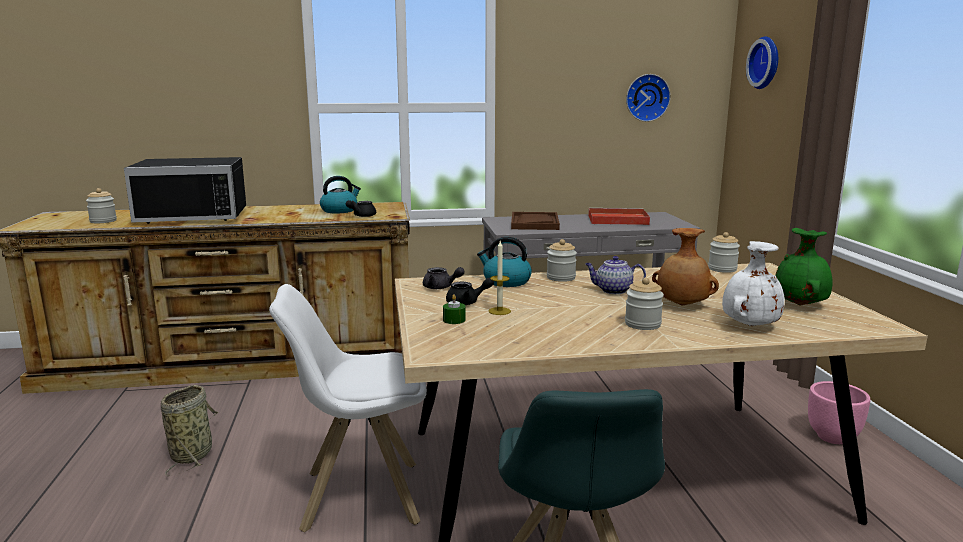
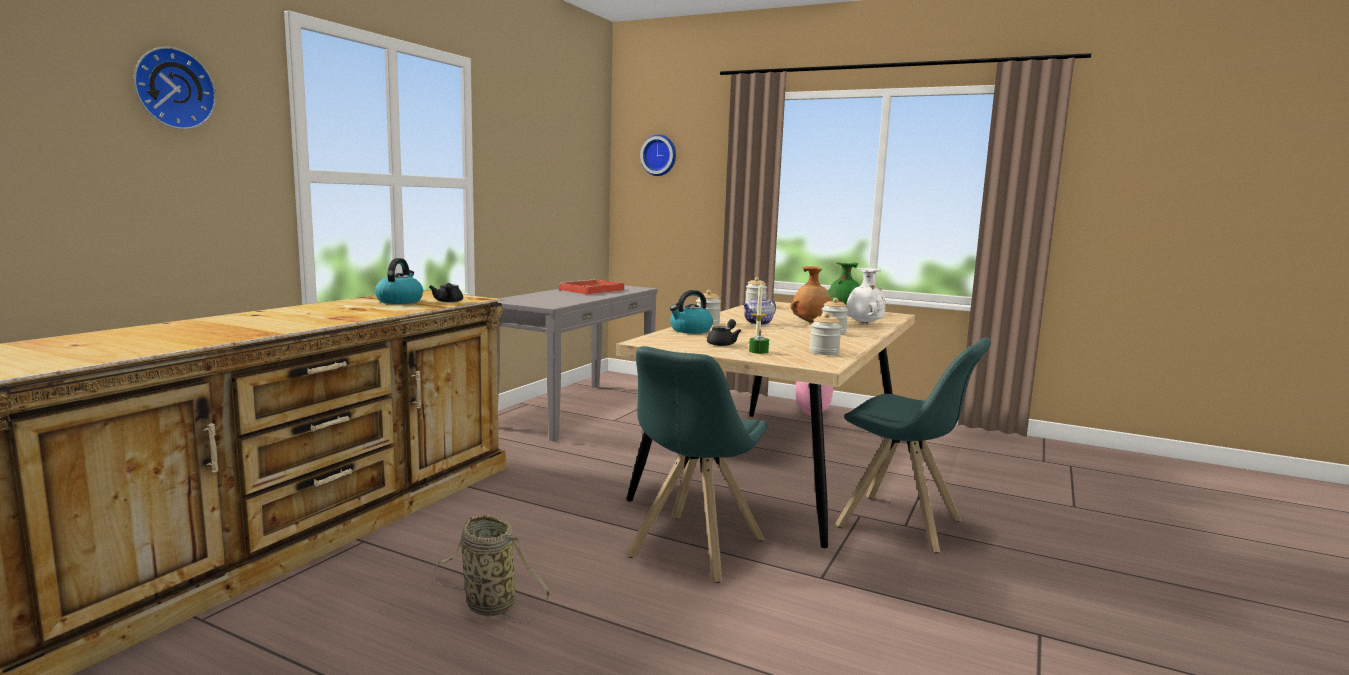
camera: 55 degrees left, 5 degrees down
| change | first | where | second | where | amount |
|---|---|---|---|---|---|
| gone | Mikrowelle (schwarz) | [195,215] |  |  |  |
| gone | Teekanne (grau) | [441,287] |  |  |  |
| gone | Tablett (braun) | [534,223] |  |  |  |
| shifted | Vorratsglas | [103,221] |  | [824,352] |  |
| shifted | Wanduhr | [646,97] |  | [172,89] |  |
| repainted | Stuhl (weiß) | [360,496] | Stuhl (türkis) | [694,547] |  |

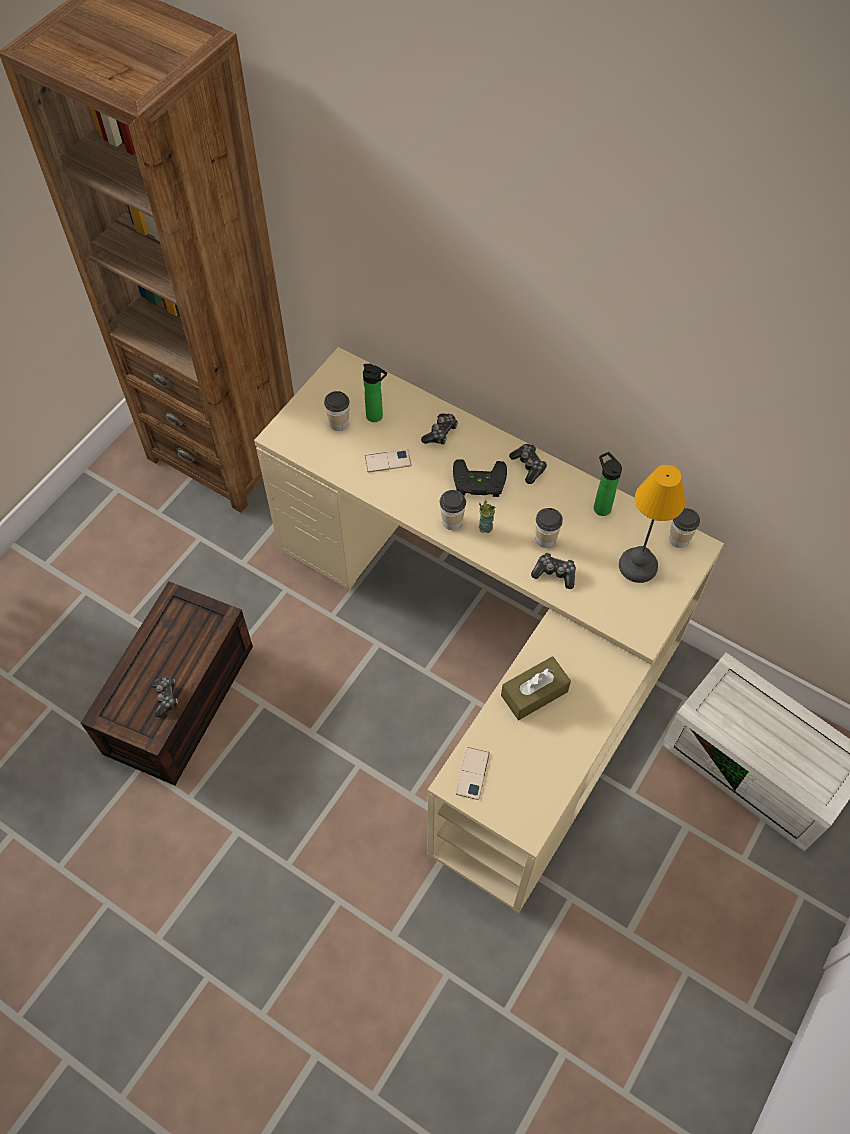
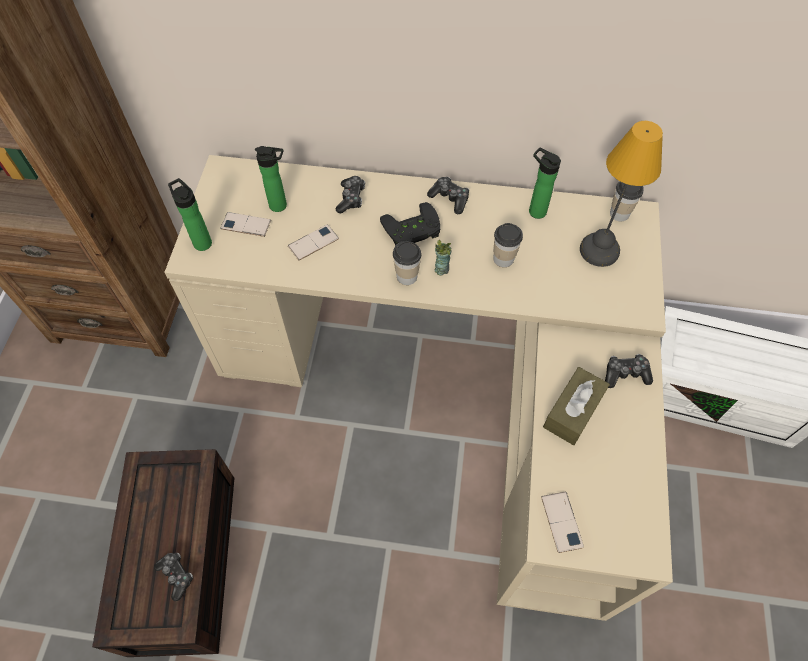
camera: 25 degrees left, 0 degrees up
| change | first | where | second | where | amount |
|---|---|---|---|---|---|
| new |  |  | Flasche | [201,241] |  |
| shifted | Gamepad | [554,573] |  | [625,374] |  |
| swapped | Tasse | [339,423] | Handy | [246,225] |  |

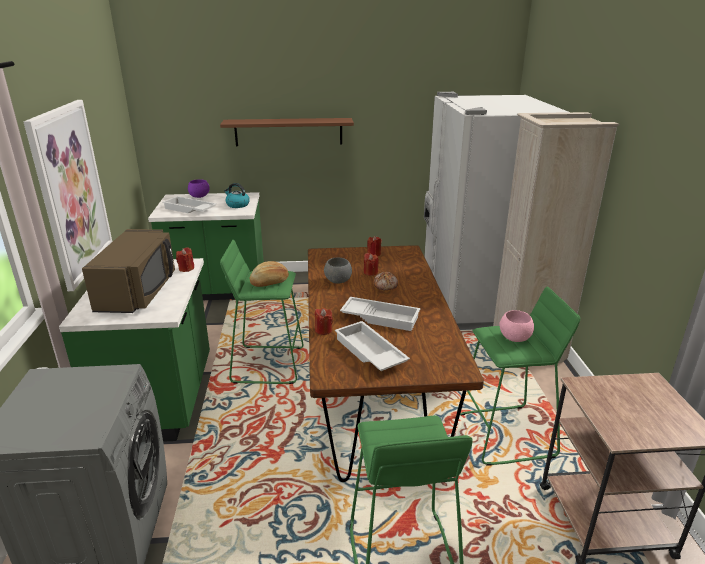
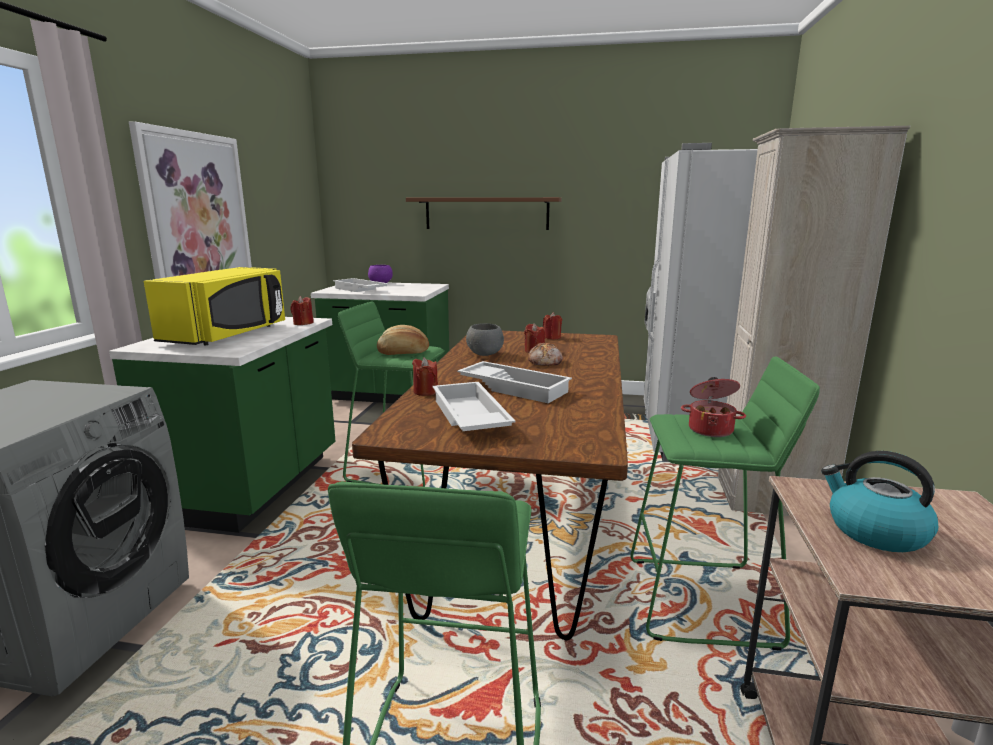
camera: 15 degrees right, 10 degrees down
| change | first | where | second | where | amount |
|---|---|---|---|---|---|
| shifted | Wasserkessel | [237,205] |  | [874,531] |  |
| swapped | Schüssel (rosa) | [514,338] | Kochtopf | [710,429] |  |
| repainted | Mikrowelle (braun) | [139,292] | Mikrowelle (gelb) | [229,334] |  |

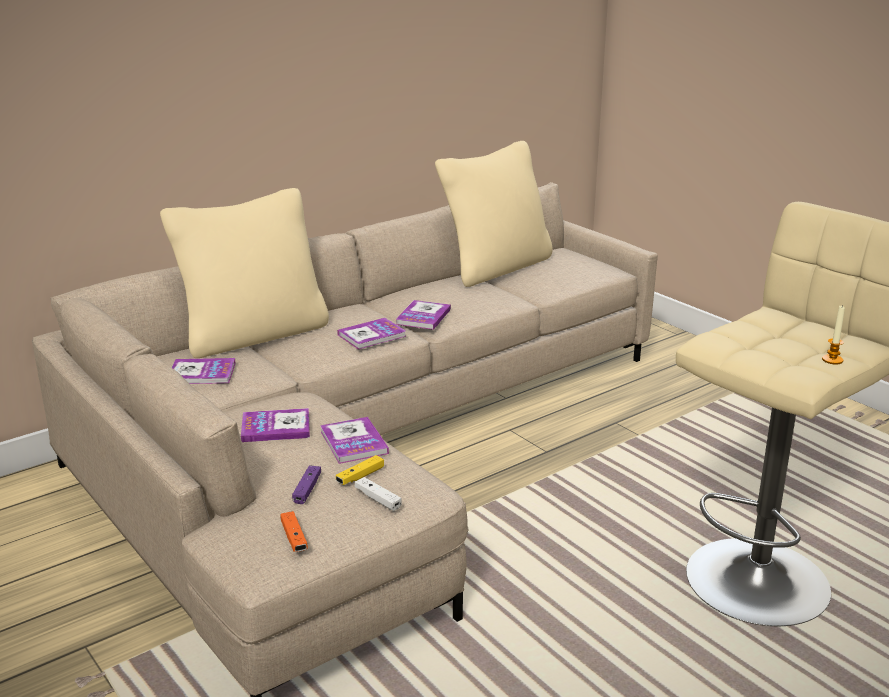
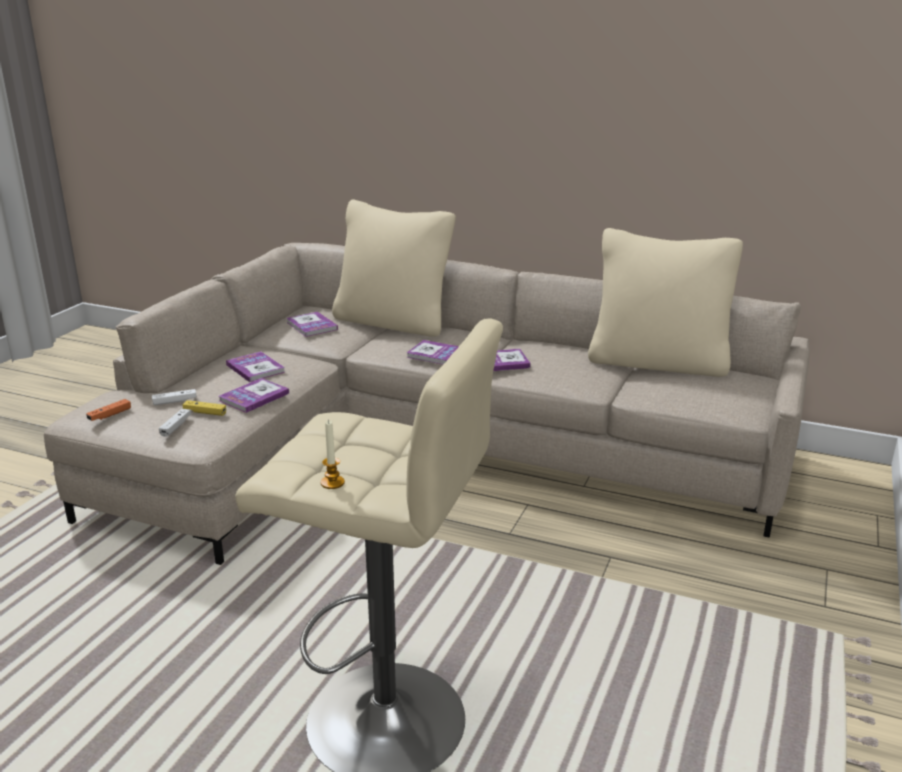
camera: 60 degrees right, 0 degrees up
| change | first | where | second | where | amount |
|---|---|---|---|---|---|
| repainted | Gamepad (lila) | [307,489] | Gamepad (weiß) | [175,401] |  |

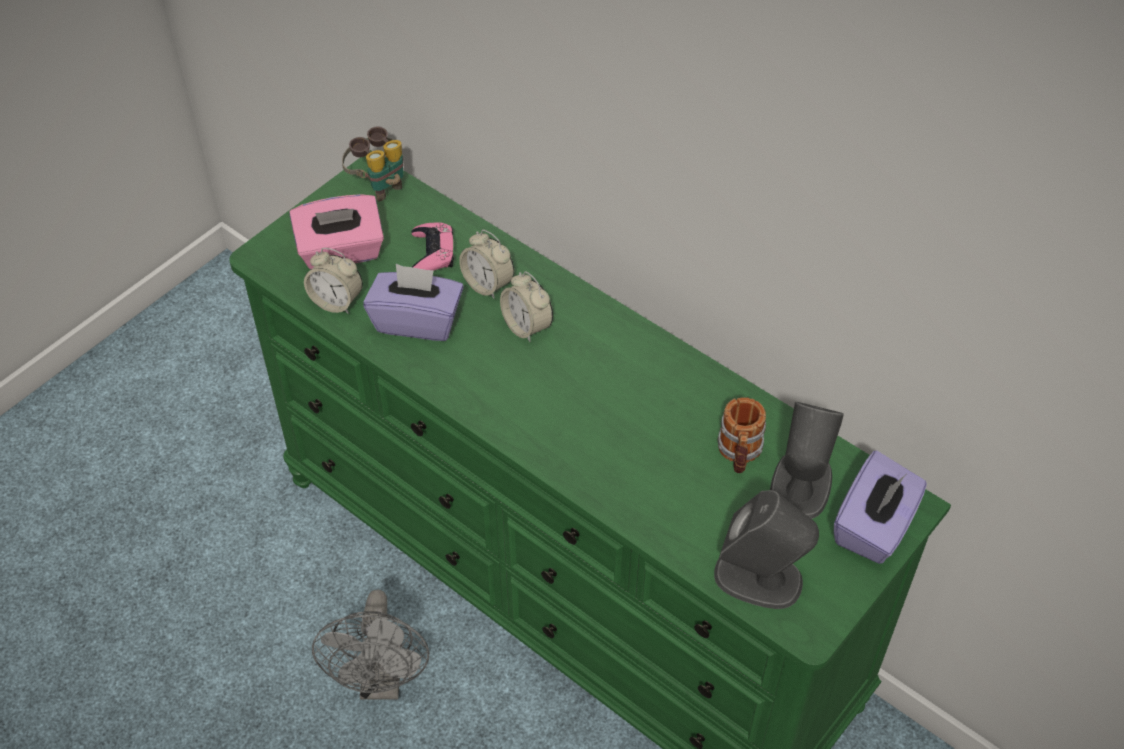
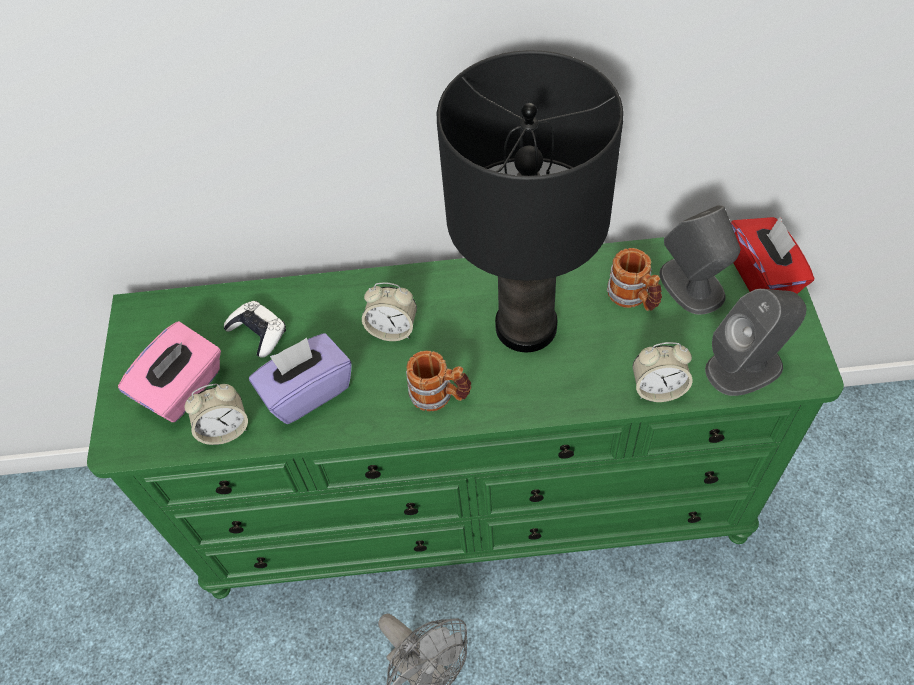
camera: 40 degrees left, 5 degrees up
| change | first | where | second | where | amount |
|---|---|---|---|---|---|
| gone | Fernglas | [379,185] |  |  |  |
| new |  |  | Henkelbecher | [440,395] |  |
| new |  |  | Tischlampe (schwarz) | [527,327] |  |
| shifted | Wecker | [488,284] |  | [657,388] |  |
| repainted | Gamepad (rosa) | [433,253] | Gamepad (weiß) | [258,332] |  |
| repainted | Taschentuchbox (lila) | [874,527] | Taschentuchbox (rot) | [762,275] |  |

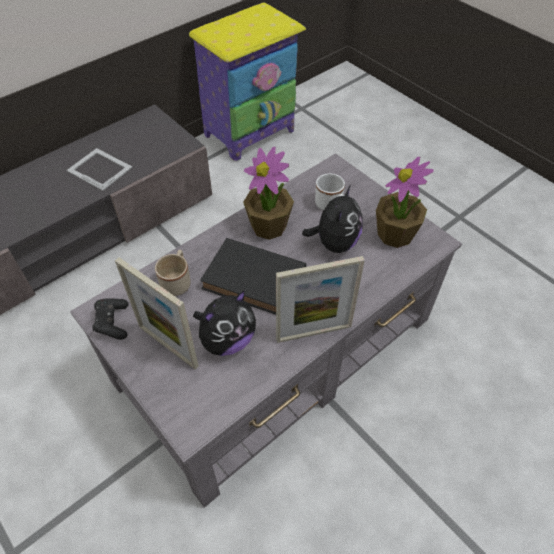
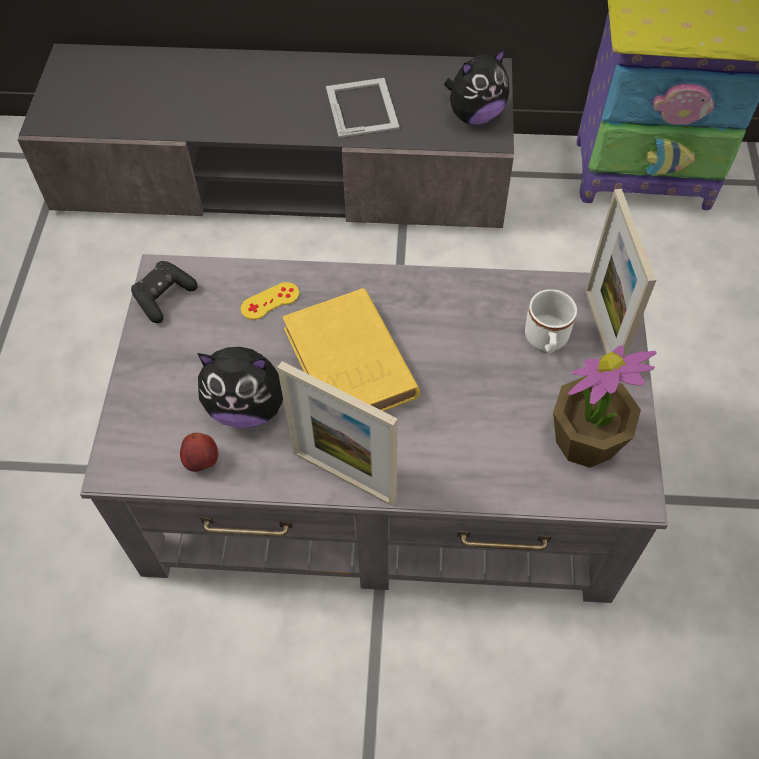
camera: 45 degrees right, 5 degrees up
| change | first | where | second | where | amount |
|---|---|---|---|---|---|
| gone | Topfpflanze | [269,226] |  |  |  |
| new |  |  | Apfel | [202,461] |  |
| shifted | Bilderrahmen | [168,346] |  | [601,331] |  |
| shifted | Plüschtier | [334,243] |  | [475,115] |  |
| swapped | Henkelbecher (beige) | [177,281] | Gamepad (gelb) | [270,301] |  |
| repainted | Buch (schwarz) | [257,280] | Buch (gelb) | [351,366] |  |

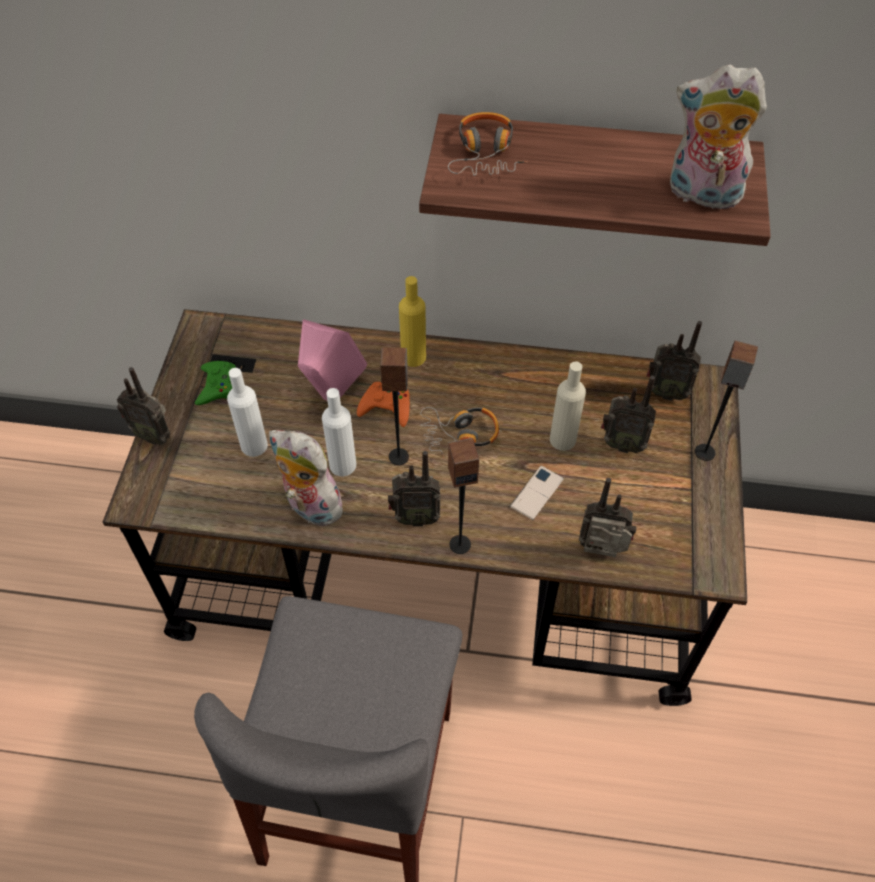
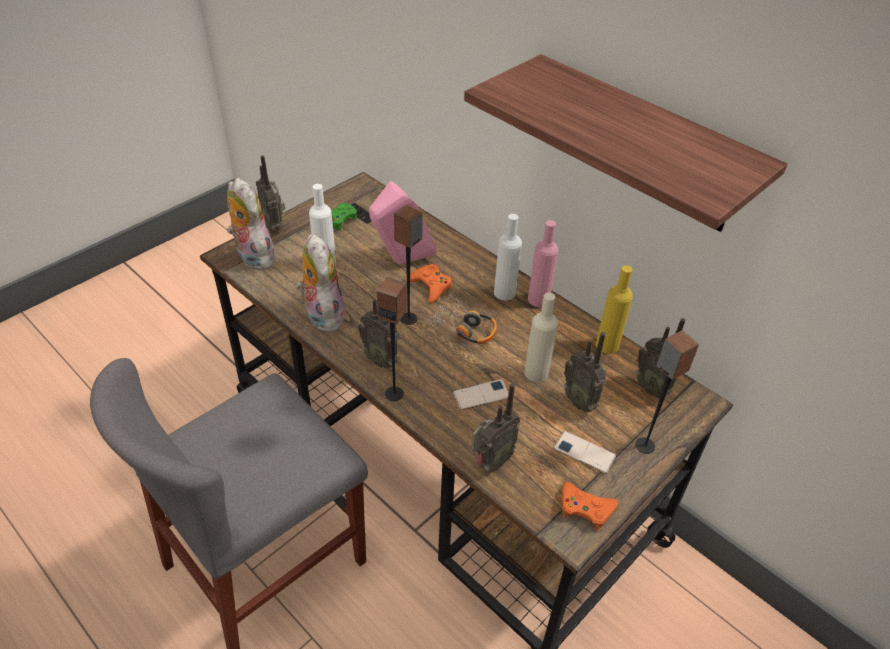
camera: 35 degrees right, 10 degrees down
| change | first | where | second | where | amount |
|---|---|---|---|---|---|
| gone | Kopfhörer | [485,154] |  |  |  |
| new |  |  | Flasche (rosa) | [538,299] |  |
| new |  |  | Handy | [584,452] |  |
| new |  |  | Gamepad (orange) | [585,508] |  |
| shifted | Flasche (weiß) | [342,465] |  | [504,293] |  |
| shifted | Flasche (gelb) | [413,357] |  | [607,345] |  |
| shifted | Plüschtier | [701,195] |  | [252,257] |  |
| rotated | Radio | [601,554] |  | [490,463] | 90 degrees clockwise |

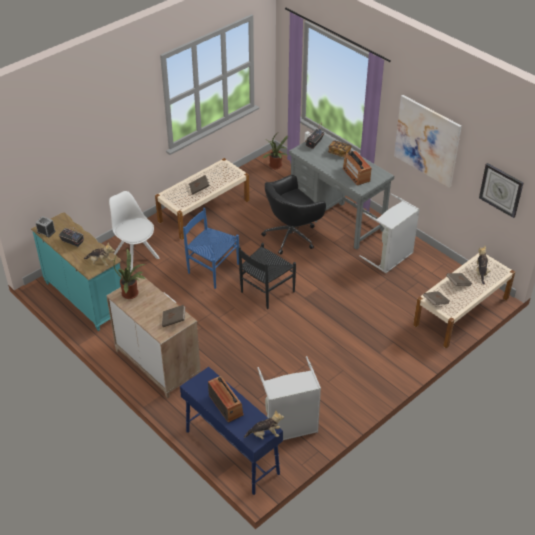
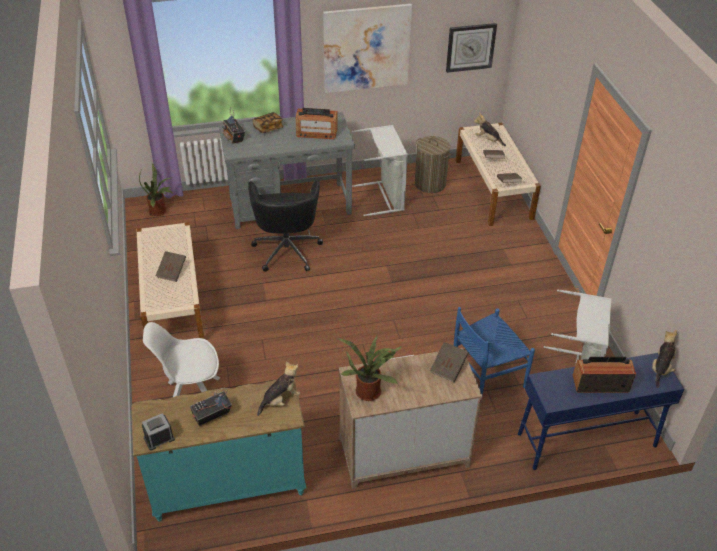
camera: 60 degrees left, 0 degrees up
| change | first | where | second | where | amount |
|---|---|---|---|---|---|
| gone | Stuhl (schwarz) | [266,291] |  |  |  |
| new |  |  | Wäschekorb | [430,183] |  |
| shifted | Stuhl (blau) | [212,269] |  | [486,375] |  |

